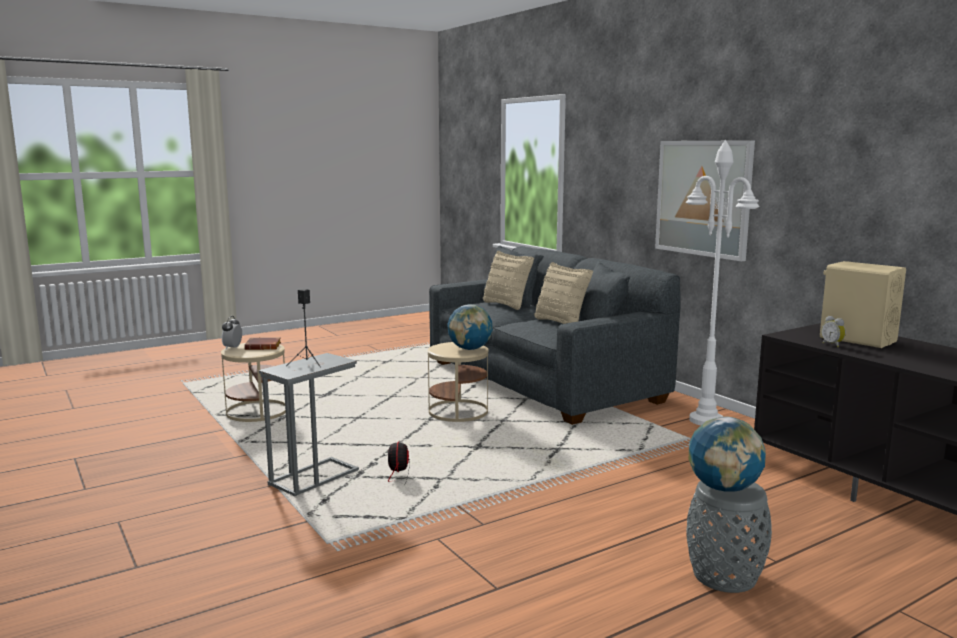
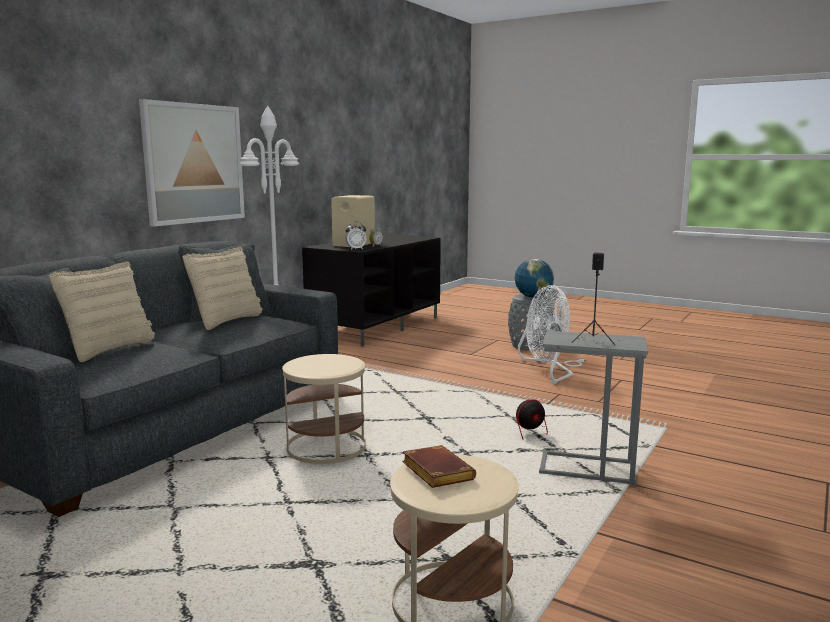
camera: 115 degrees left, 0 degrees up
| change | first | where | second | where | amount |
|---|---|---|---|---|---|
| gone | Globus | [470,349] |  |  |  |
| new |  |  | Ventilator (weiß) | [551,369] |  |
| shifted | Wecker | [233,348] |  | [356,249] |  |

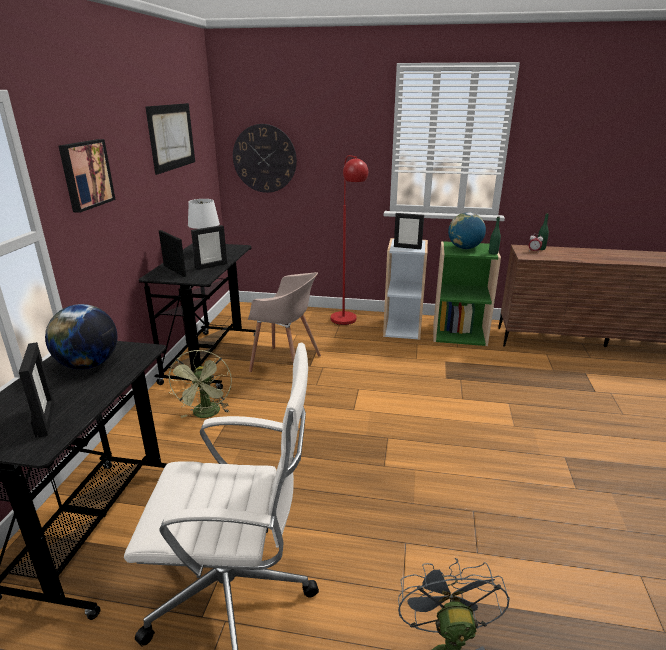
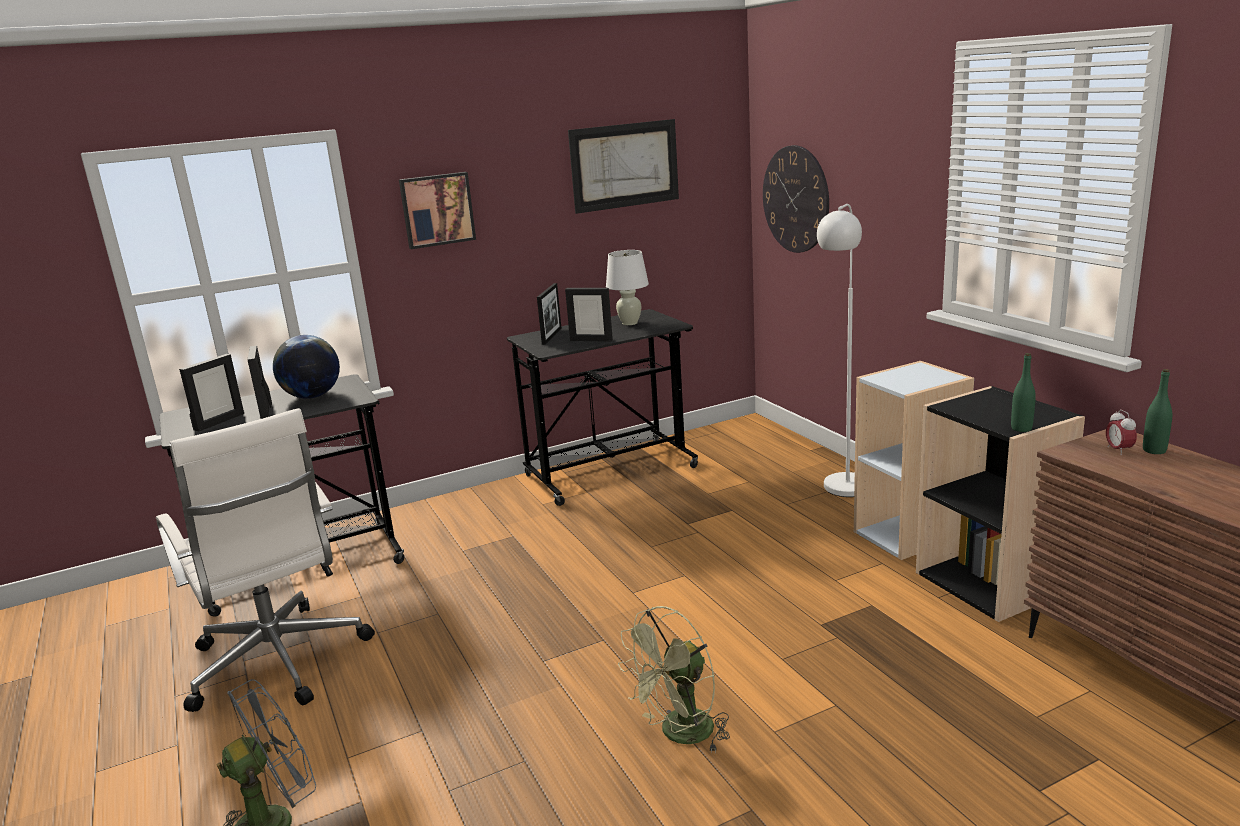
camera: 55 degrees right, 5 degrees down
| change | first | where | second | where | amount |
|---|---|---|---|---|---|
| gone | Stuhl (beige) | [286,364] |  |  |  |
| gone | Globus | [464,248] |  |  |  |
| shifted | Ventilator (grün) | [206,414] |  | [680,735] |  |
| shifted | Bilderrahmen | [407,247] |  | [266,411] |  |
| repainted | Stehlampe (rot) | [347,322] | Stehlampe (weiß) | [843,493] |  |
| repainted | Bücherregal (grün) | [460,334] | Bücherregal (schwarz) | [990,583] |  |

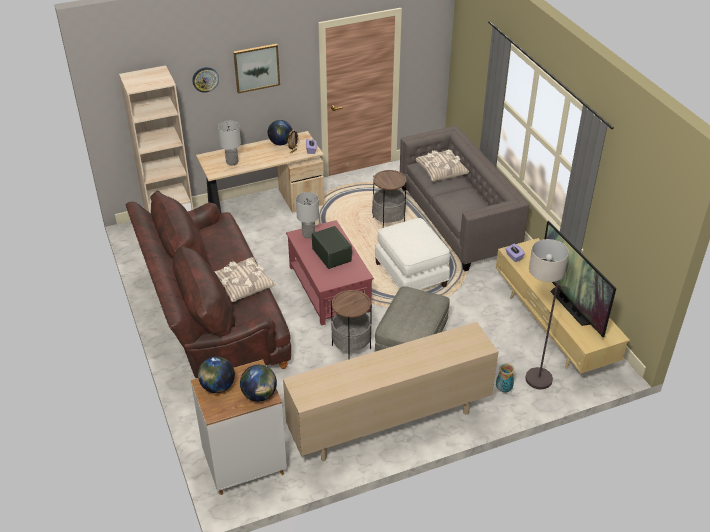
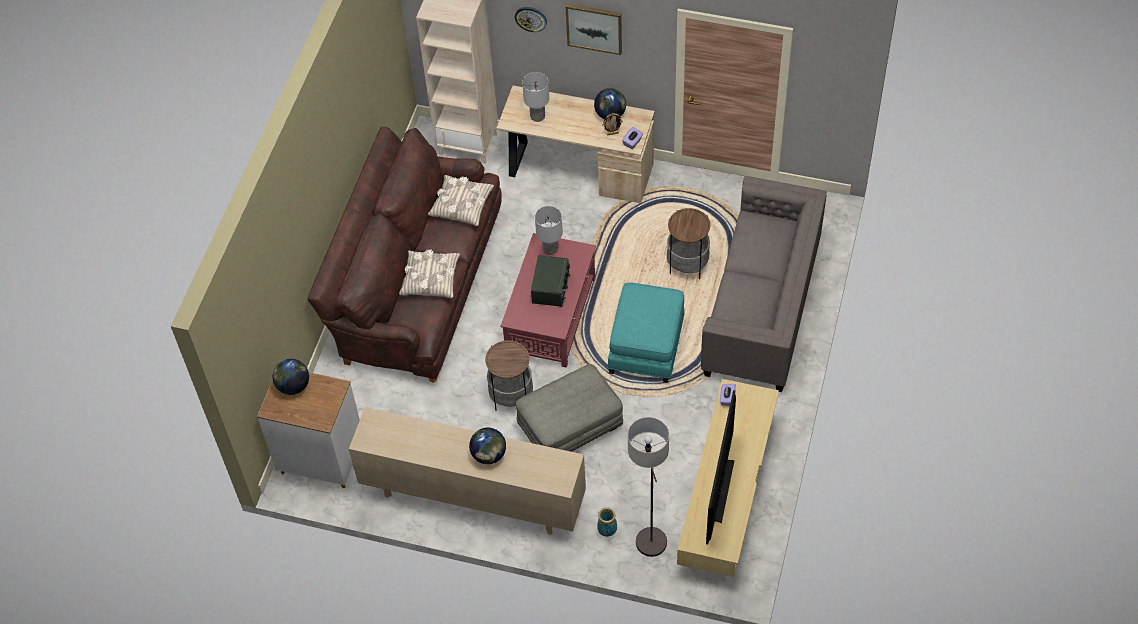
camera: 40 degrees right, 15 degrees up
| change | first | where | second | where | amount |
|---|---|---|---|---|---|
| shifted | Globus | [259,395] |  | [489,455] |  |
| shifted | Kissen (beige) | [441,172] |  | [462,207] |  |
| repainted | Polsterhocker (weiß) | [411,274] | Polsterhocker (türkis) | [647,347] |  |

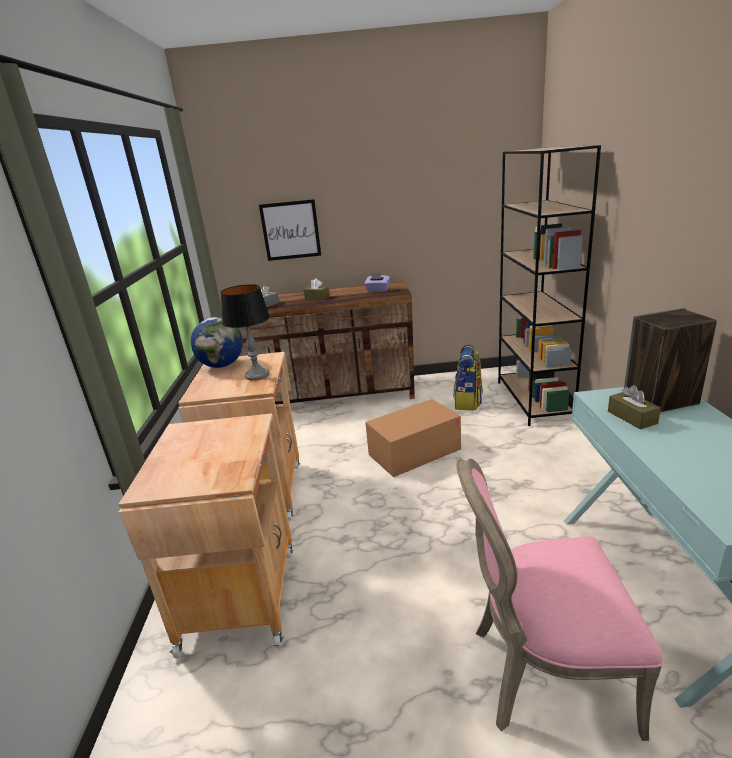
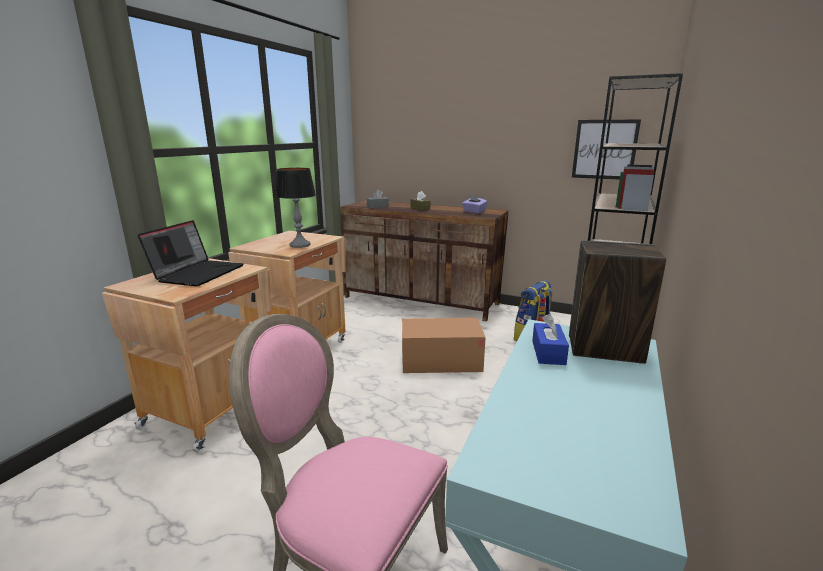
camera: 25 degrees right, 5 degrees down
| change | first | where | second | where | amount |
|---|---|---|---|---|---|
| gone | Globus | [222,365] |  |  |  |
| new |  |  | Laptop | [198,273] |  |
| shifted | Bild | [290,230] |  | [604,149] |  |
| repainted | Taschentuchbox (braun) | [632,417] | Taschentuchbox (blau) | [548,352] |  |

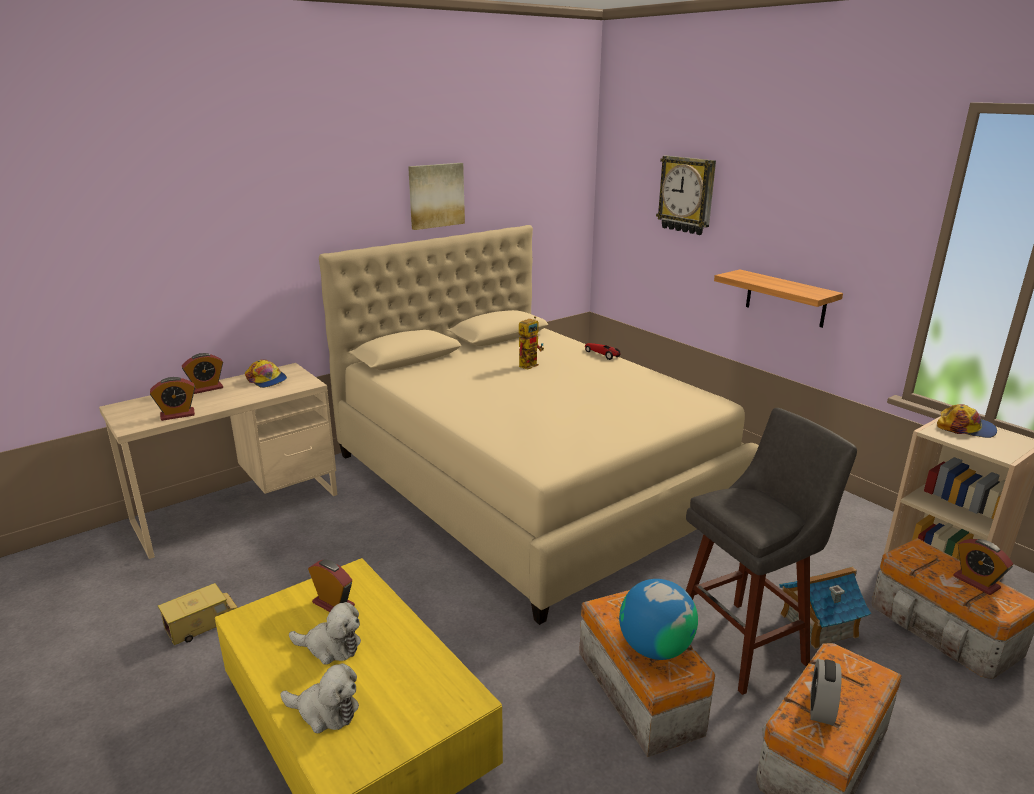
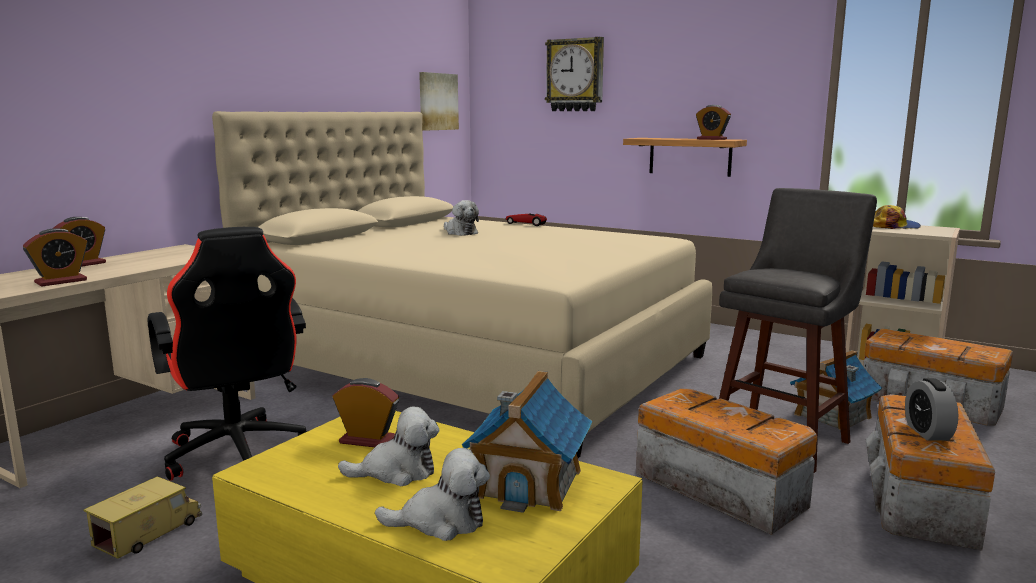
camera: 20 degrees left, 10 degrees down
| change | first | where | second | where | amount |
|---|---|---|---|---|---|
| gone | Kappe | [267,380] |  |  |  |
| gone | Globus | [655,648] |  |  |  |
| new |  |  | Bürostuhl (schwarz) | [238,458] |  |
| new |  |  | Spielzeughaus | [529,483] |  |
| shifted | Bild | [436,195] |  | [437,101] |  |
| shifted | Wecker | [976,582] |  | [711,139] |  |
| swapped | Spielzeugroboter | [530,364] | Plüschtier | [460,232] |  |

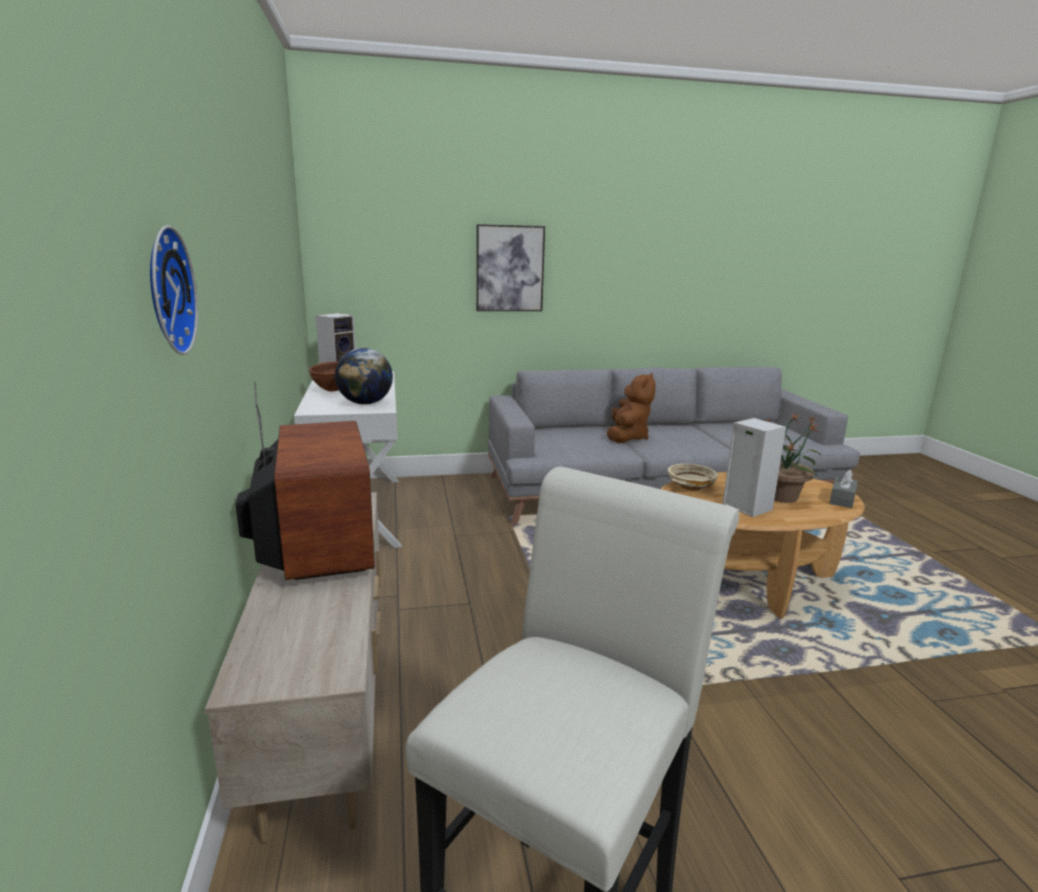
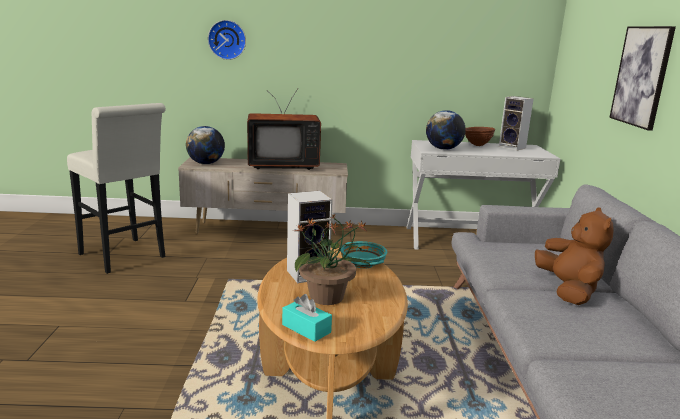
camera: 100 degrees right, 0 degrees up
| change | first | where | second | where | amount |
|---|---|---|---|---|---|
| new |  |  | Globus | [206,163] |  |
| repainted | Schüssel (beige) | [690,486] | Schüssel (türkis) | [363,264] |  |
| repainted | Taschentuchbox (grau) | [842,499] | Taschentuchbox (türkis) | [306,328] |  |
| rotated | Plüschtier (braun) | [627,437] |  | [568,290] | 120 degrees counterclockwise |

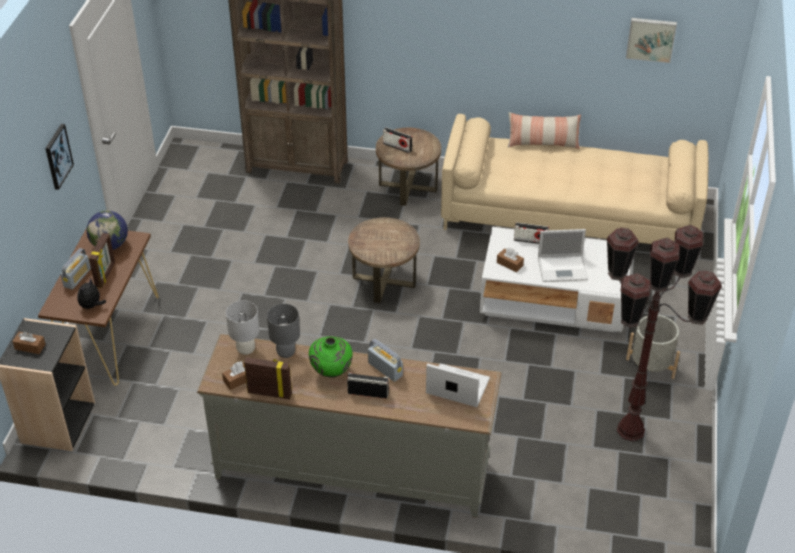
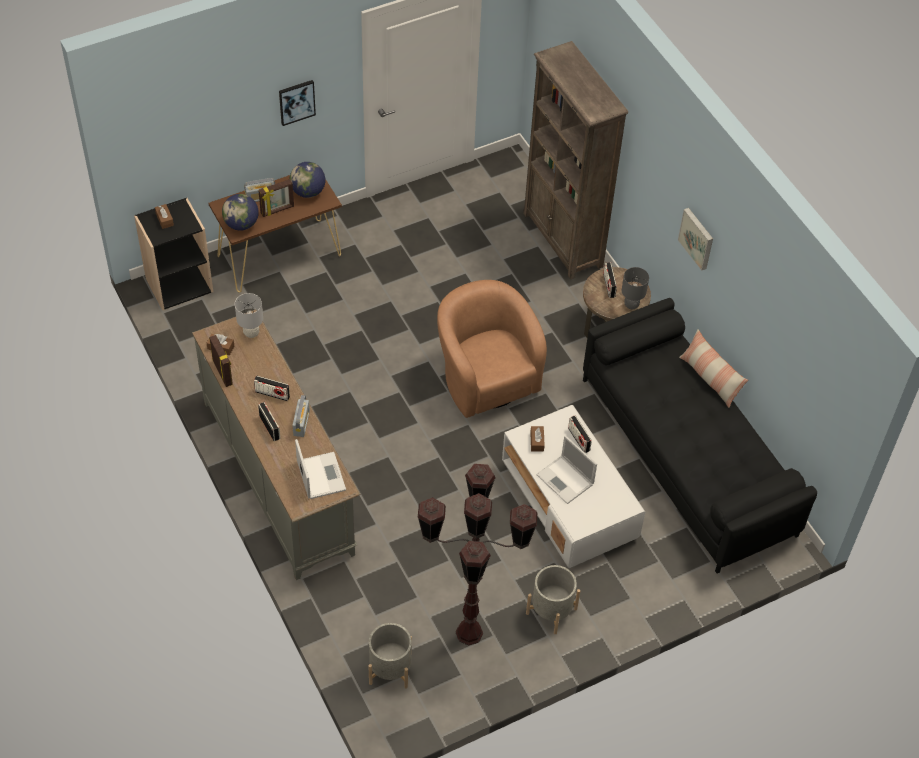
camera: 50 degrees right, 10 degrees up
| change | first | where | second | where | amount |
|---|---|---|---|---|---|
| new |  |  | Pflanzkübel (grau) | [390,669] |  |
| shifted | Tischlampe (grau) | [285,354] |  | [630,305] |  |
| shifted | Bild | [651,39] |  | [697,238] |  |
| swapped | Plüschtier | [91,306] | Globus | [241,224] |  |
| swapped | Vase (grün) | [331,372] | Radio | [272,394] |  |
| swapped | Beistelltisch (braun) | [384,281] | Sessel (braun) | [485,378] |  |
| repainted | Sofa (beige) | [569,215] | Sofa (schwarz) | [687,456] |  |

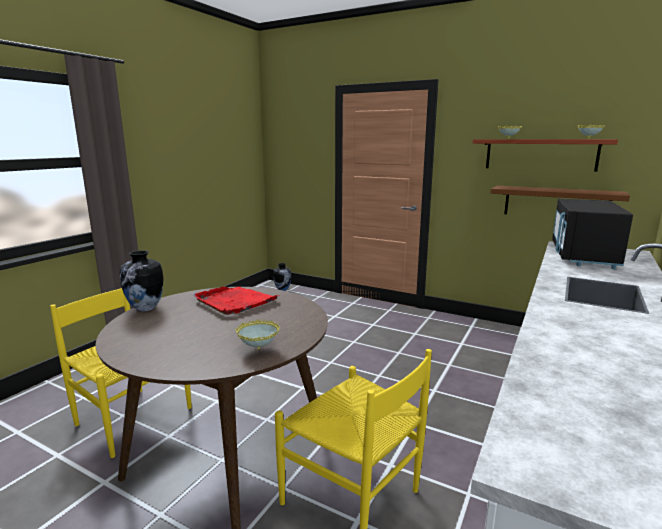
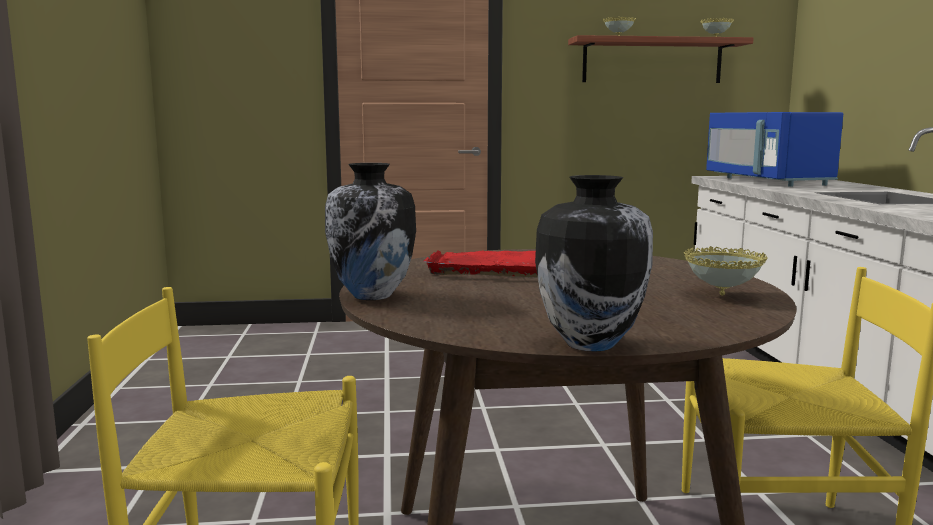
camera: 35 degrees left, 5 degrees down
| change | first | where | second | where | amount |
|---|---|---|---|---|---|
| gone | Wandregal (braun) | [555,203] |  |  |  |
| shifted | Vase | [282,289] |  | [590,343] |  |
| repainted | Mikrowelle (schwarz) | [582,256] | Mikrowelle (blau) | [767,181] |  |

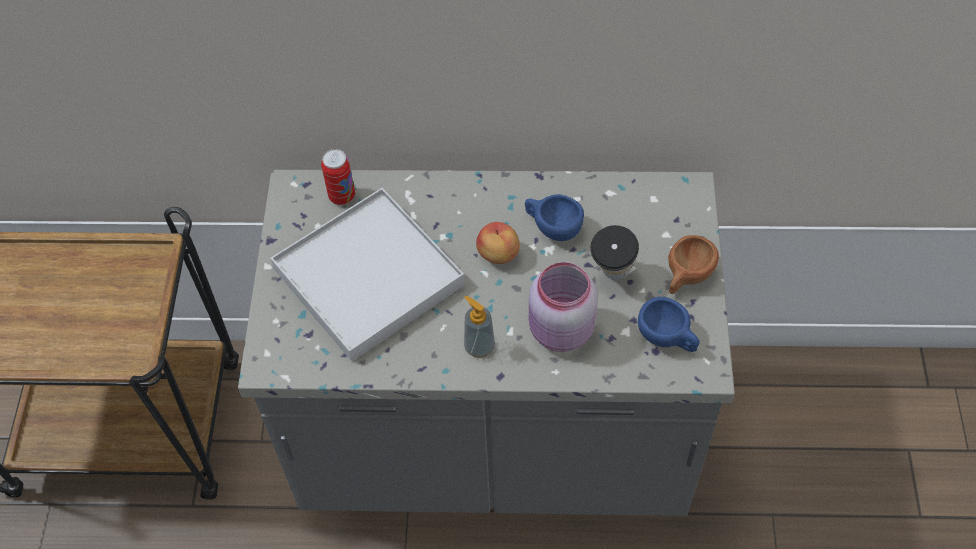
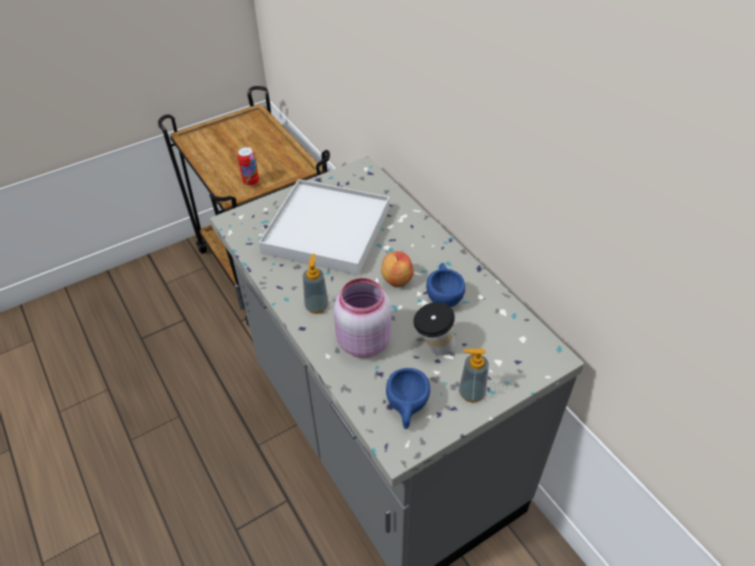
camera: 55 degrees right, 10 degrees down
| change | first | where | second | where | amount |
|---|---|---|---|---|---|
| shifted | Dose | [342,196] |  | [251,182] |  |
| swapped | Tasse (braun) | [686,277] | Seifenspender | [471,393] |  |

